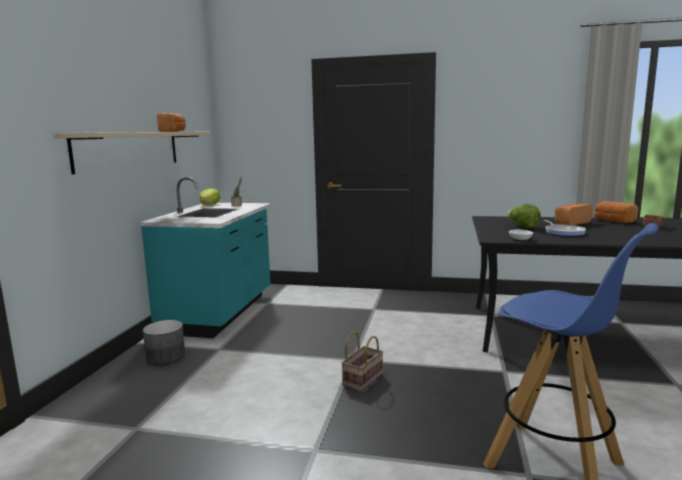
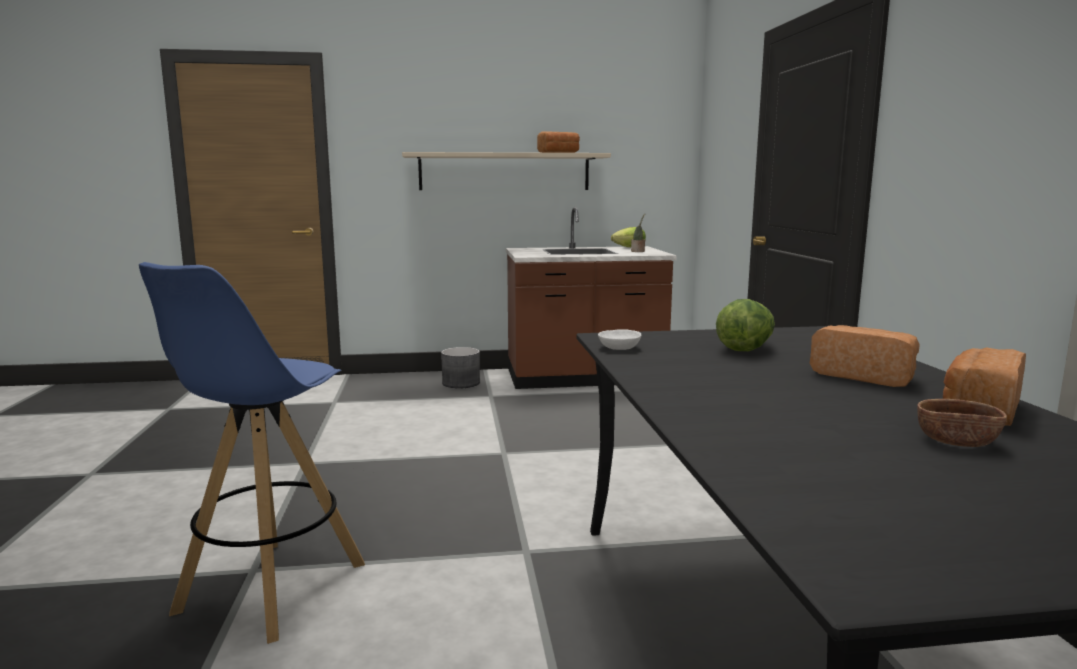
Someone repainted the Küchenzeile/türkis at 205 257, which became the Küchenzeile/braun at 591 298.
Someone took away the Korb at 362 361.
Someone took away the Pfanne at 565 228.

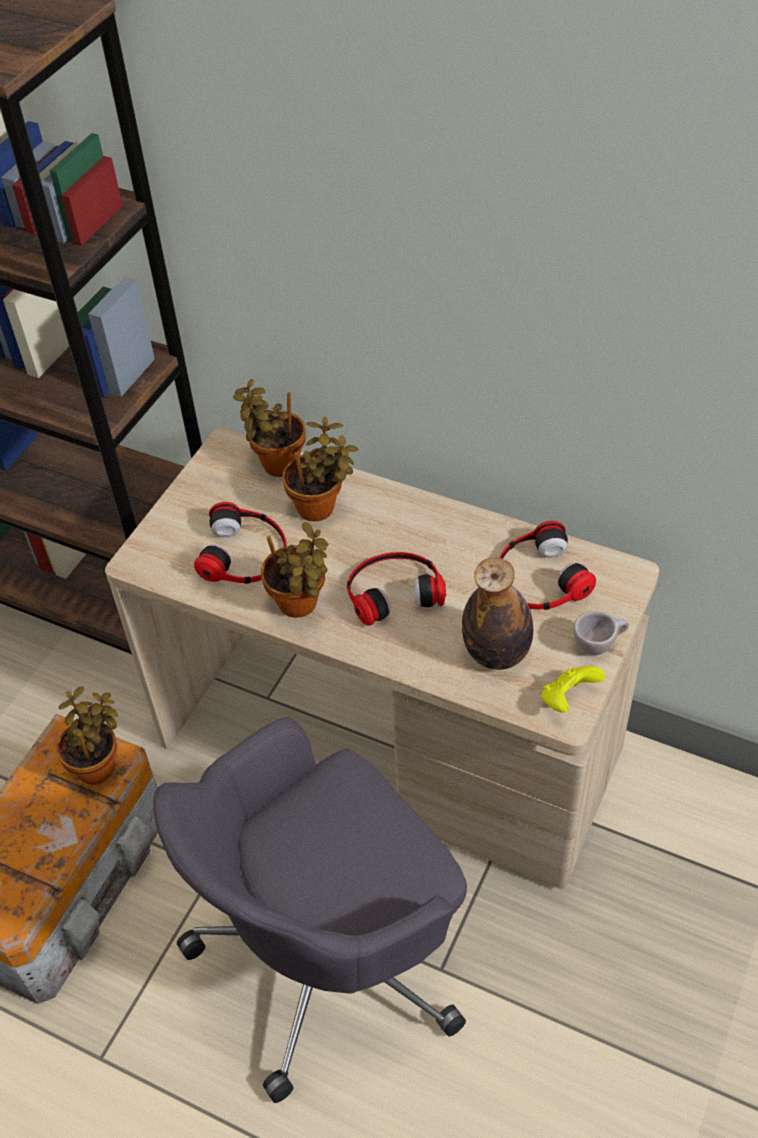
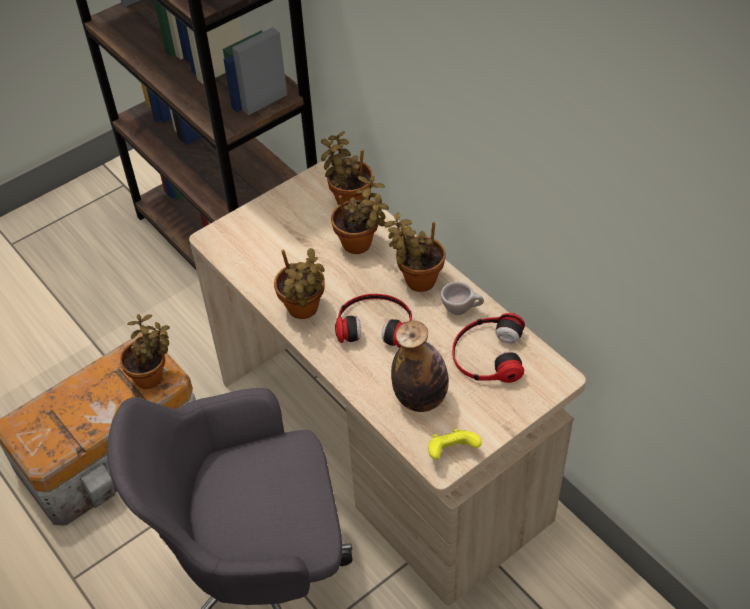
Someone put down the Topfpflanze at 415 252.
Someone carried the Tasse/beige from 601 633 to 462 298.
Someone took away the Kopfhörer at 240 543.

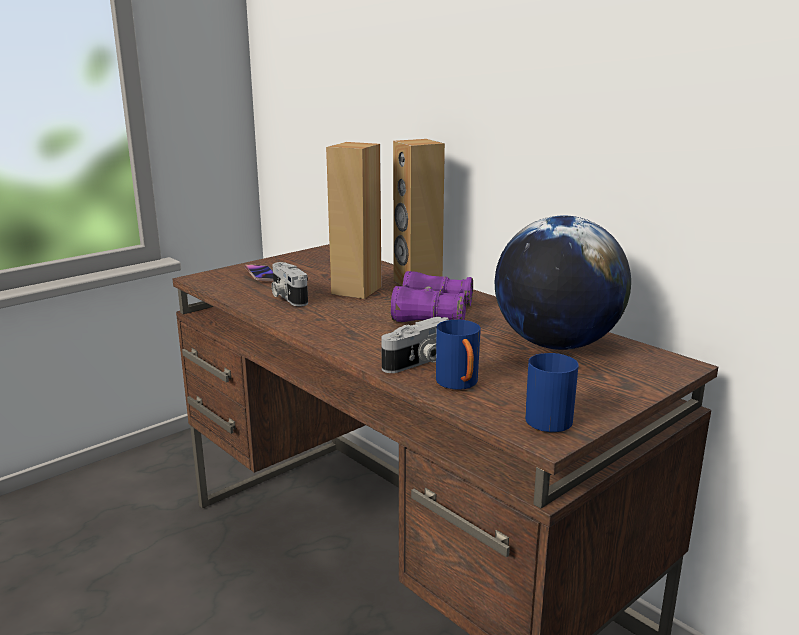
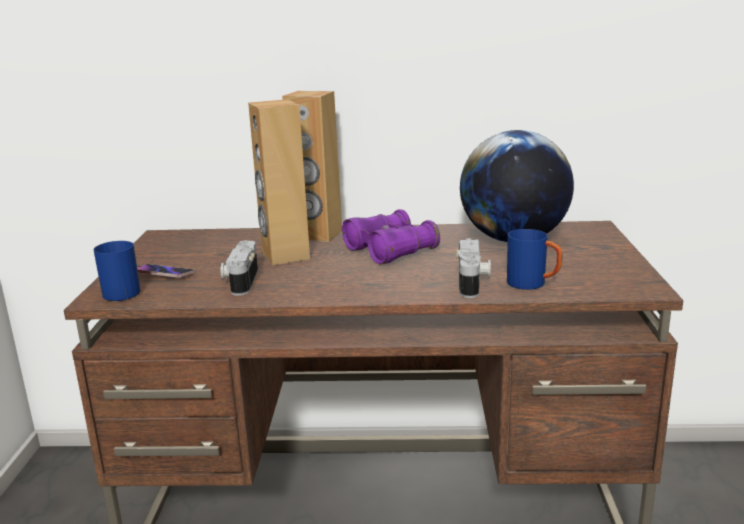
Someone carried the Henkelbecher/blau from 552 392 to 117 271.
Someone rotated the Kamera at 290 284 by 75 degrees clockwise.

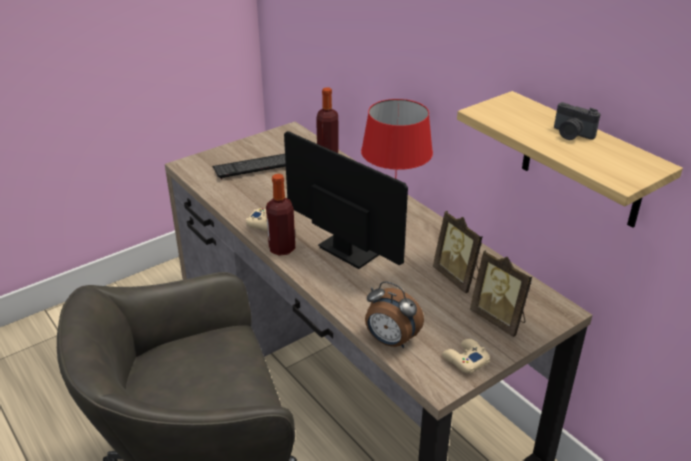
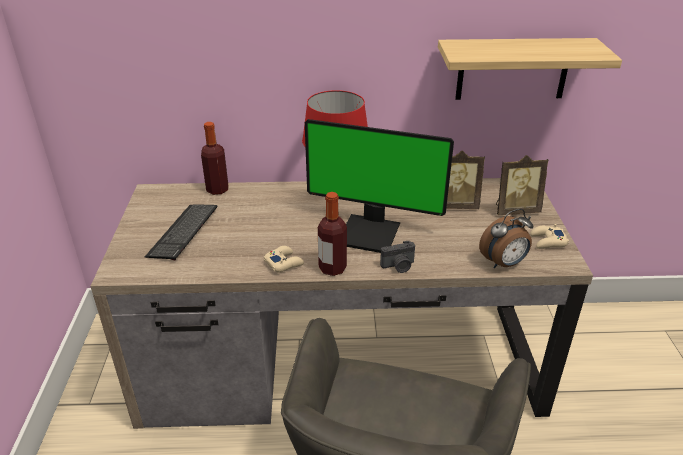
Someone rotated the Monitor at 346 200 by 150 degrees counterclockwise.
Someone carried the Kamera from 577 121 to 397 257.

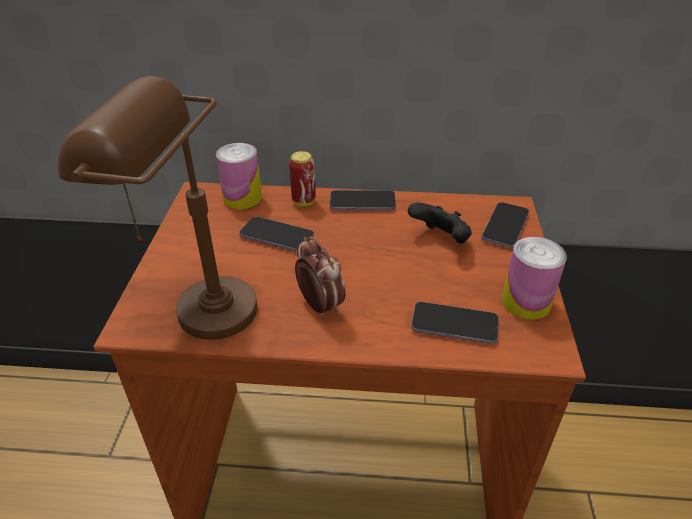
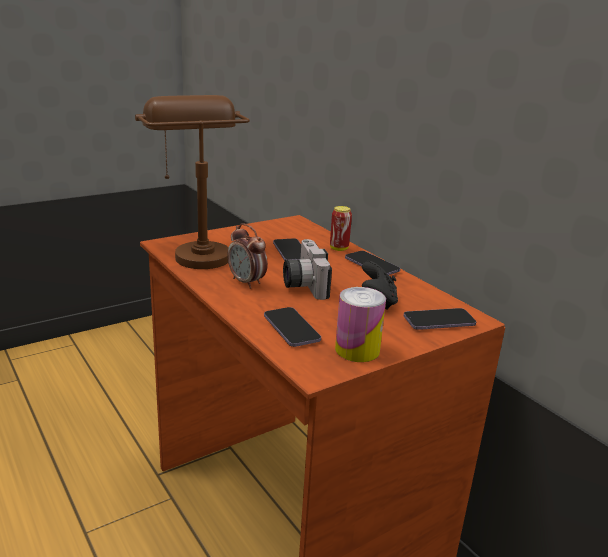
Someone rotated the Wecker at 320 277 by 120 degrees clockwise.
Someone put down the Kamera at 307 269.
Someone took away the Dose at 239 176.

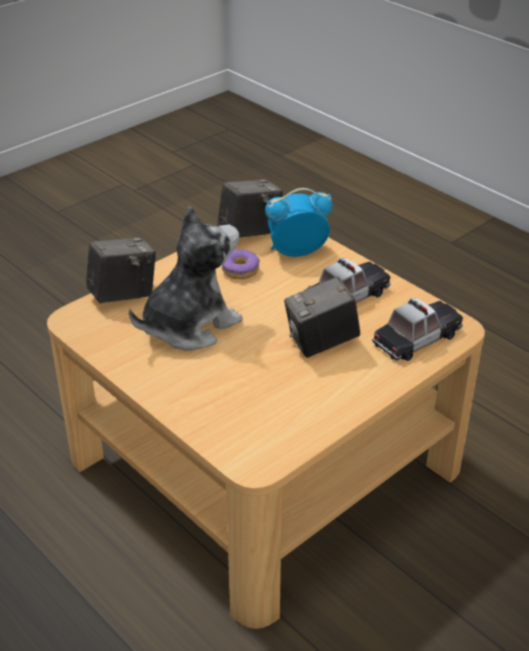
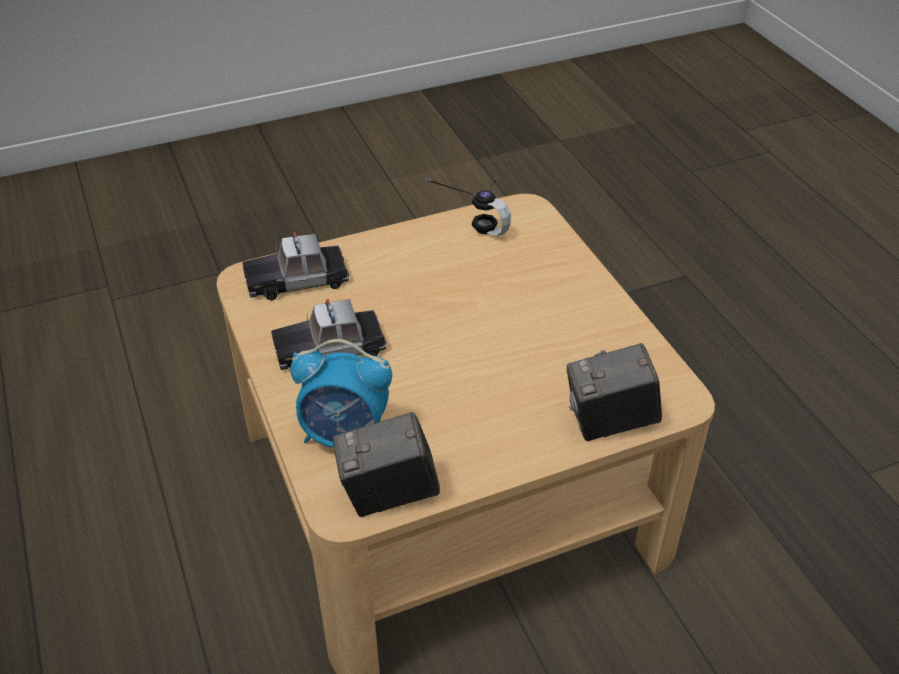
Someone put down the Kopfhörer at 468 207.
Someone took away the Plüschtier at 186 278.
Someone took away the Donut at 241 264.
Someone took away the Kamera at 322 317.

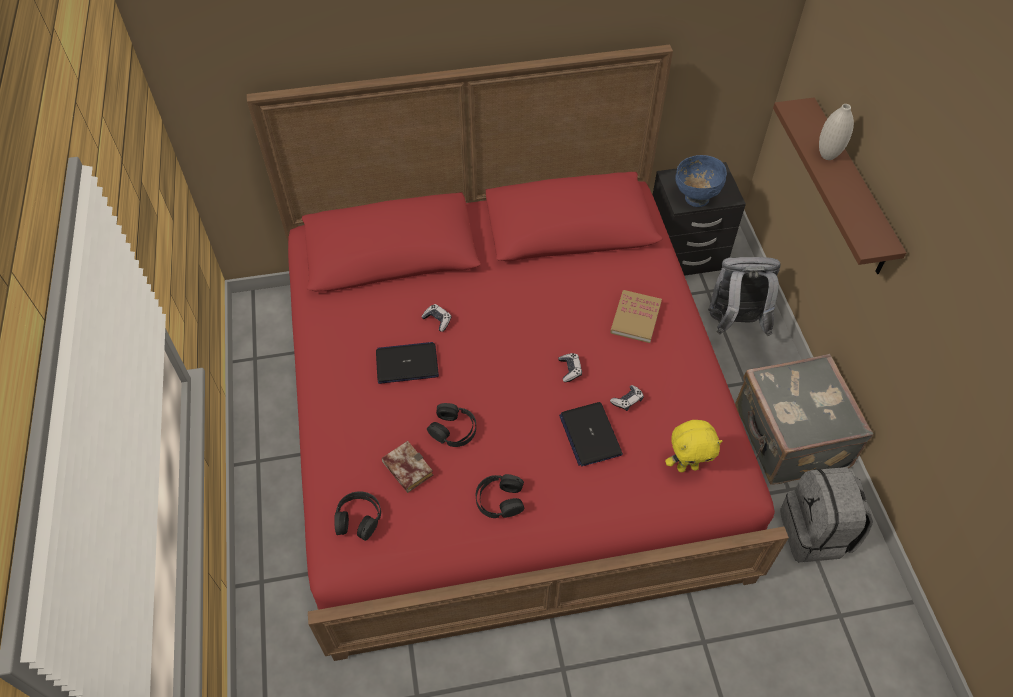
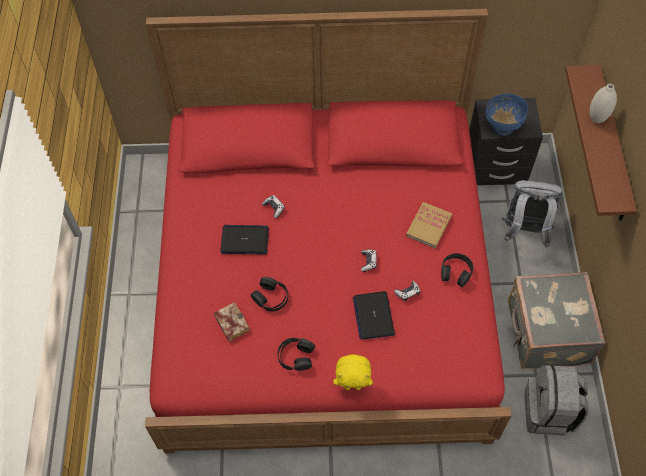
Someone carried the Plüschtier/gelb from 693 446 to 352 372.
Someone carried the Kopfhörer/schwarz from 357 516 to 457 270.

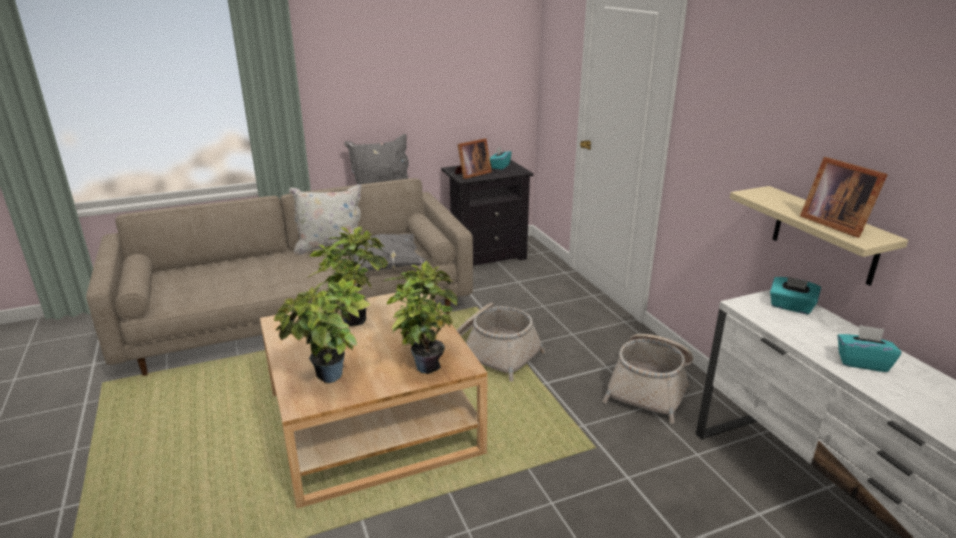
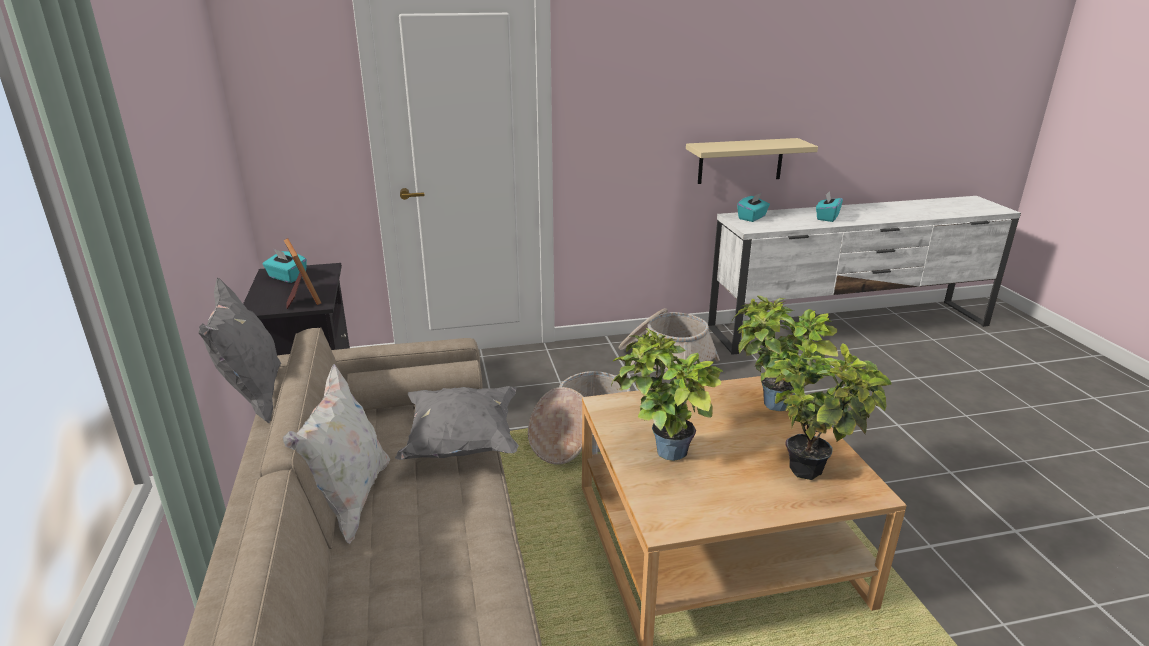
Someone took away the Bilderrahmen at 844 197.

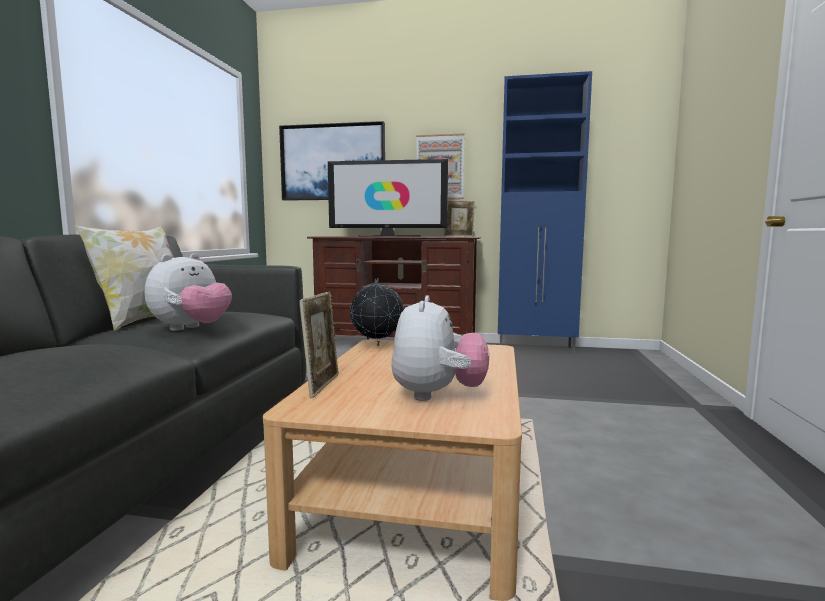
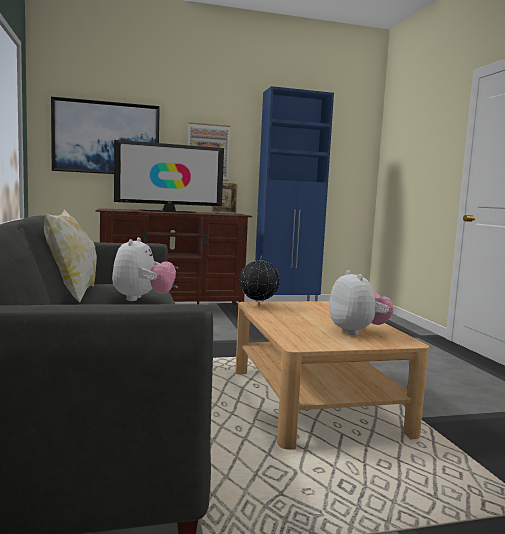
Someone took away the Bilderrahmen at 319 345.

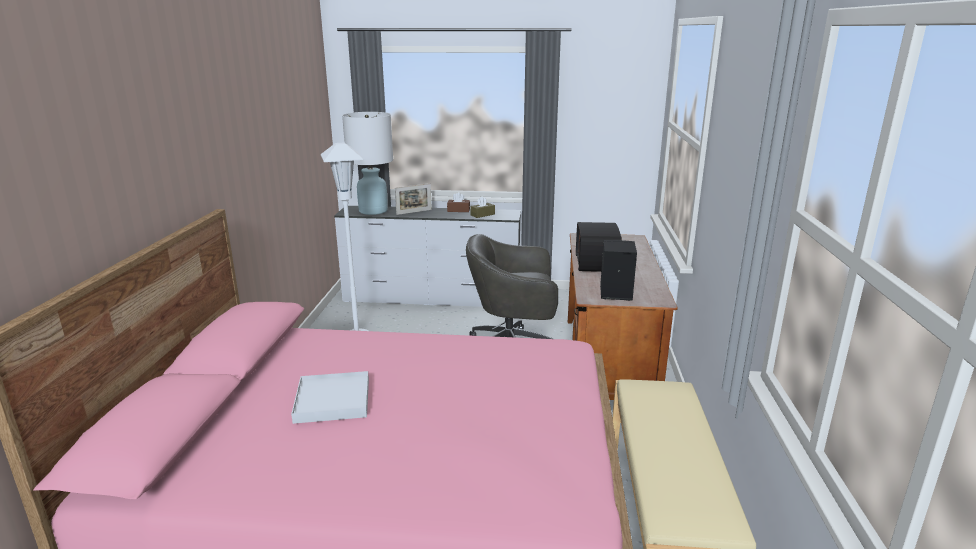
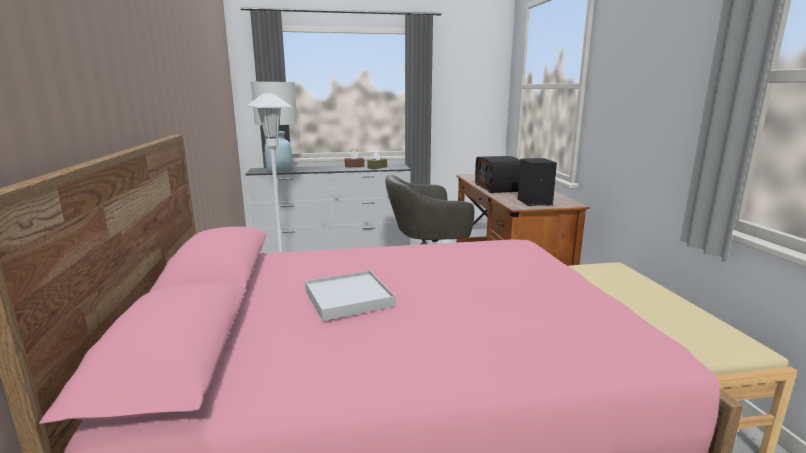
Someone took away the Bilderrahmen at 413 199.

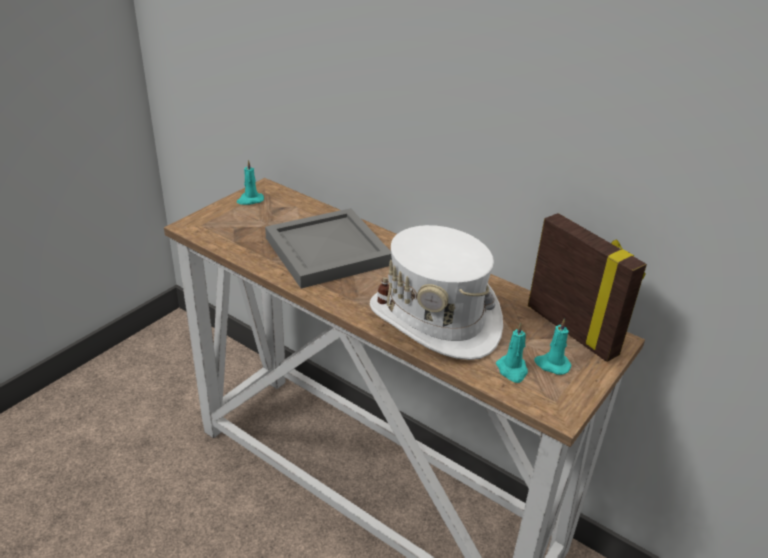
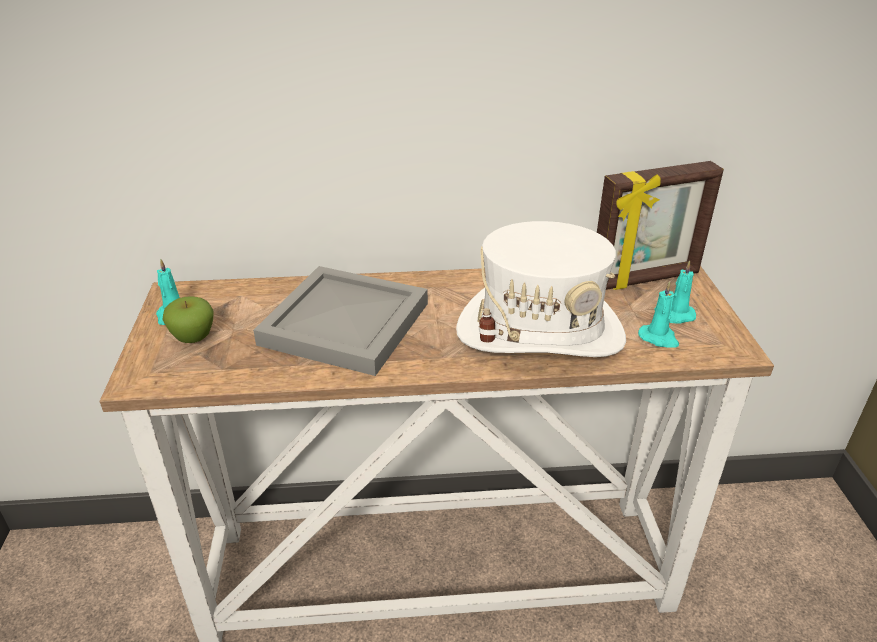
Someone put down the Apfel at 187 319.
Someone rotated the Bilderrahmen at 587 287 by 150 degrees clockwise.

